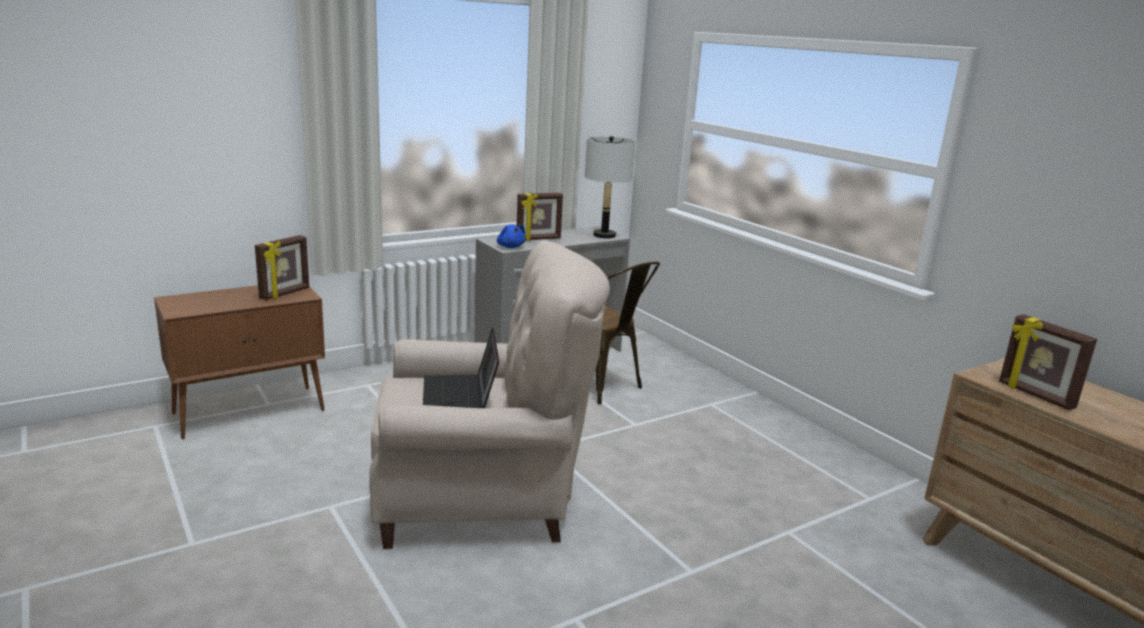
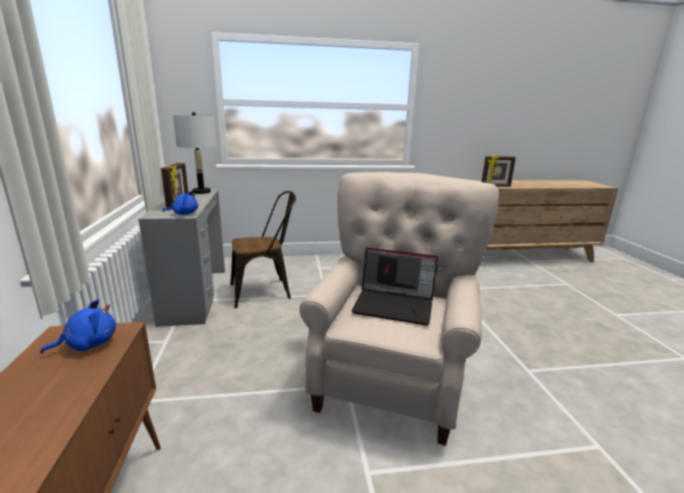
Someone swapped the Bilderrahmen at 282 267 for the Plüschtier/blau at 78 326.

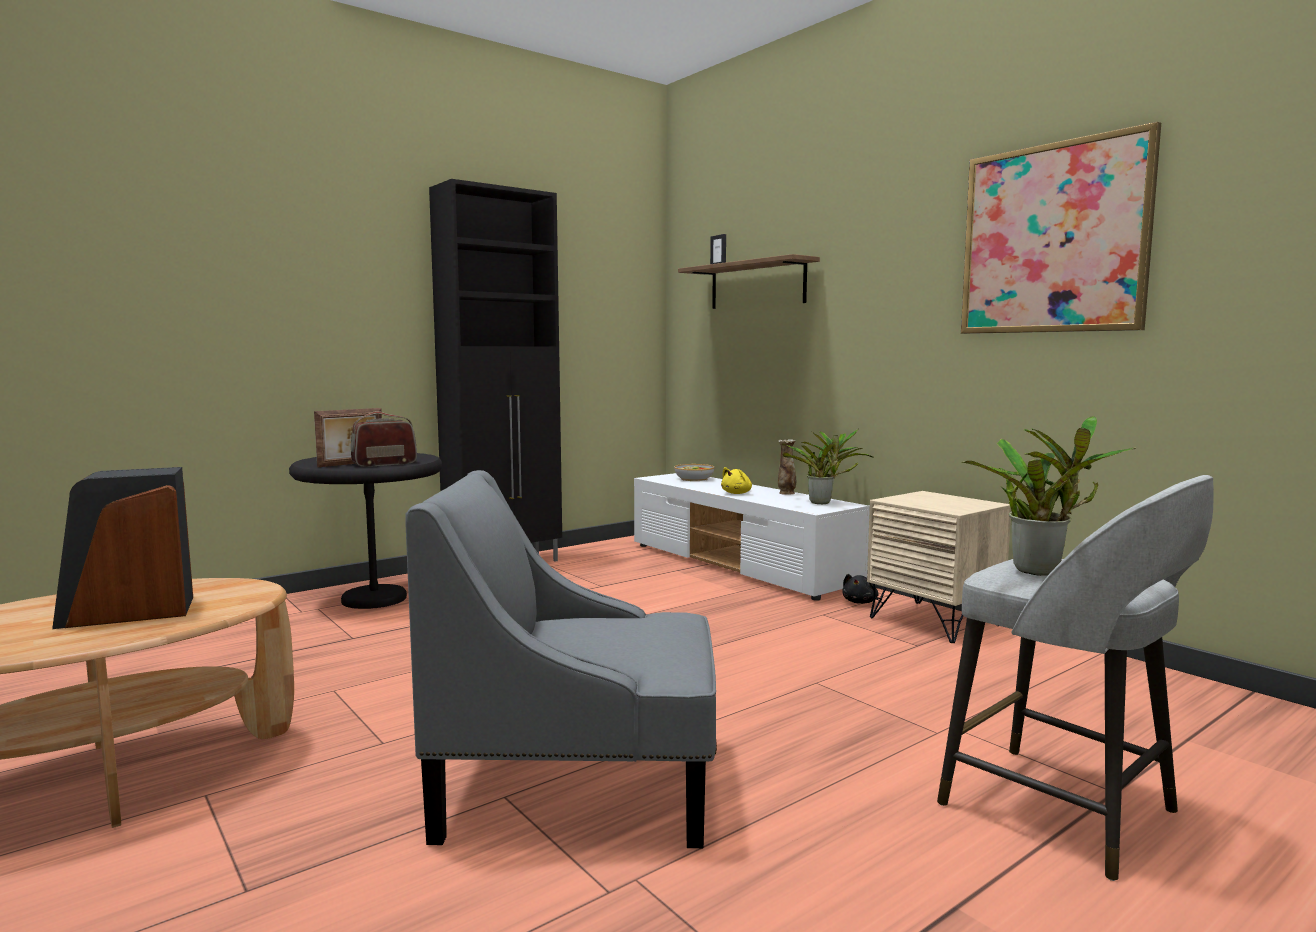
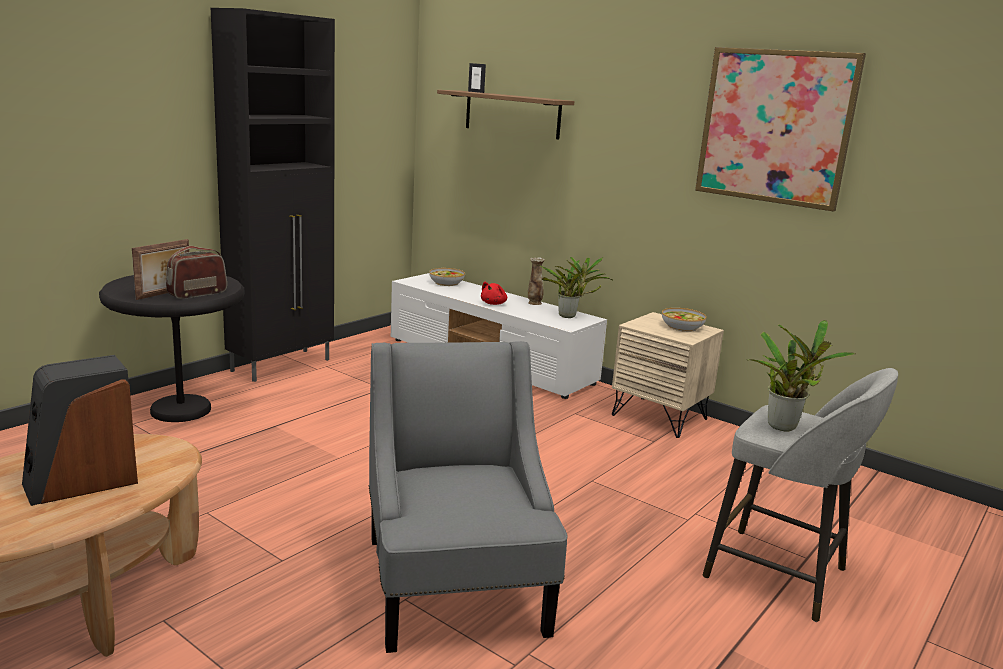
Someone rotated the Sessel/grau at 561 659 by 90 degrees clockwise.
Someone repainted the Plüschtier/gelb at 736 480, which became the Plüschtier/rot at 494 293.
Someone put down the Schüssel at 684 320.
Someone took away the Plüschtier/schwarz at 860 589.

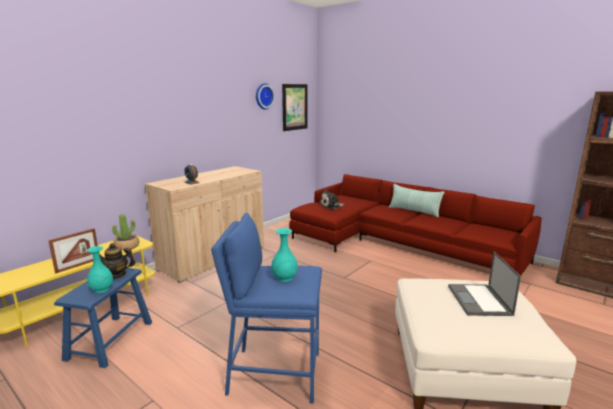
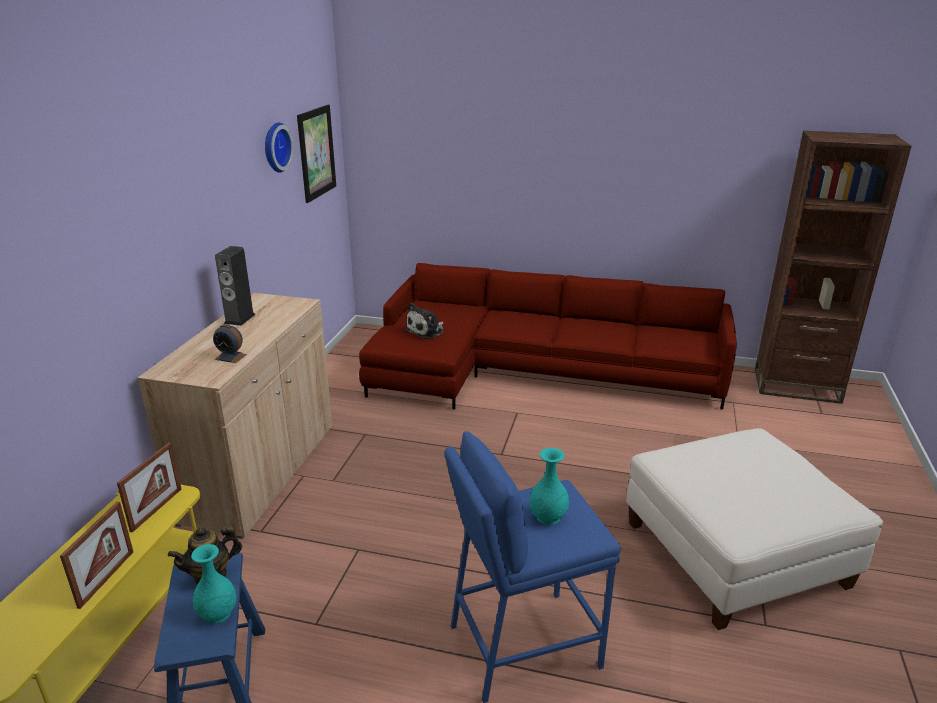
Someone swapped the Topfpflanze at 125 232 for the Bilderrahmen at 149 487.
Someone put down the Lautsprecher at 235 286.
Someone took away the Kissen at 417 201.
Someone took away the Laptop at 484 283.

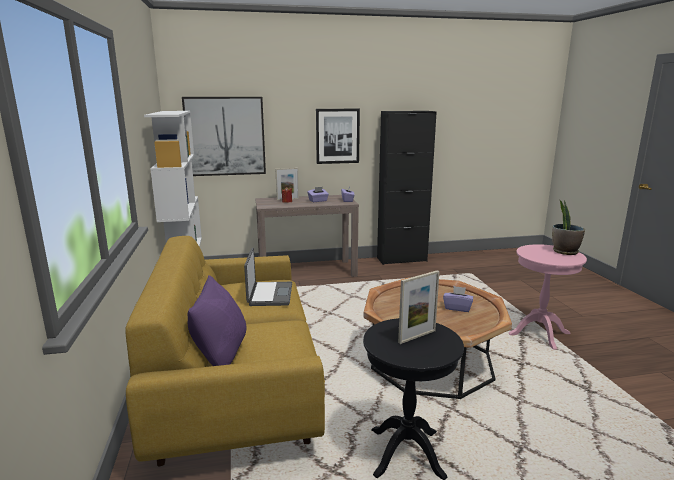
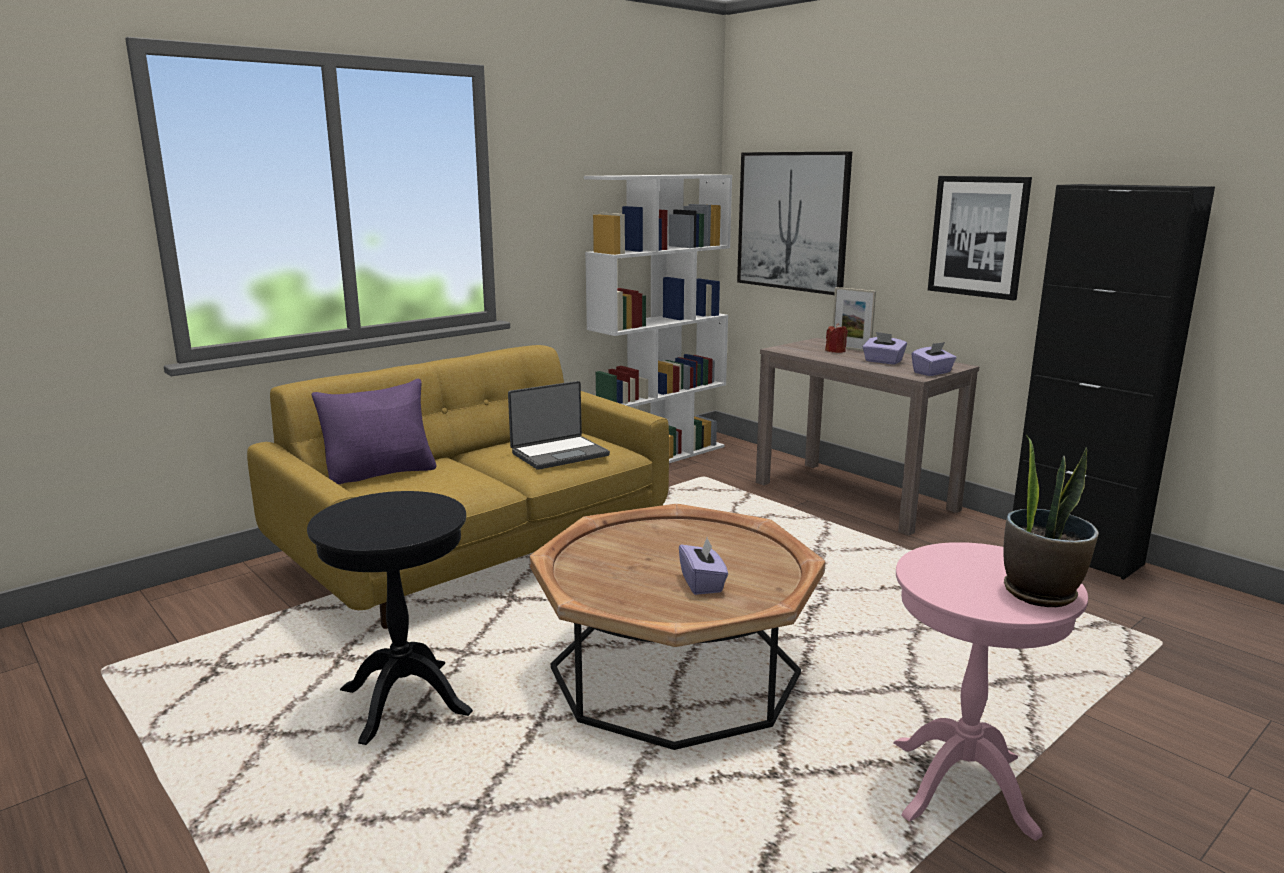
Someone took away the Bilderrahmen at 419 307.

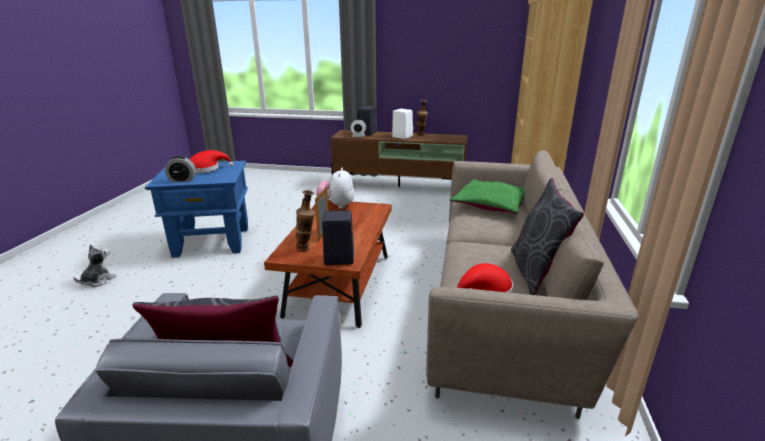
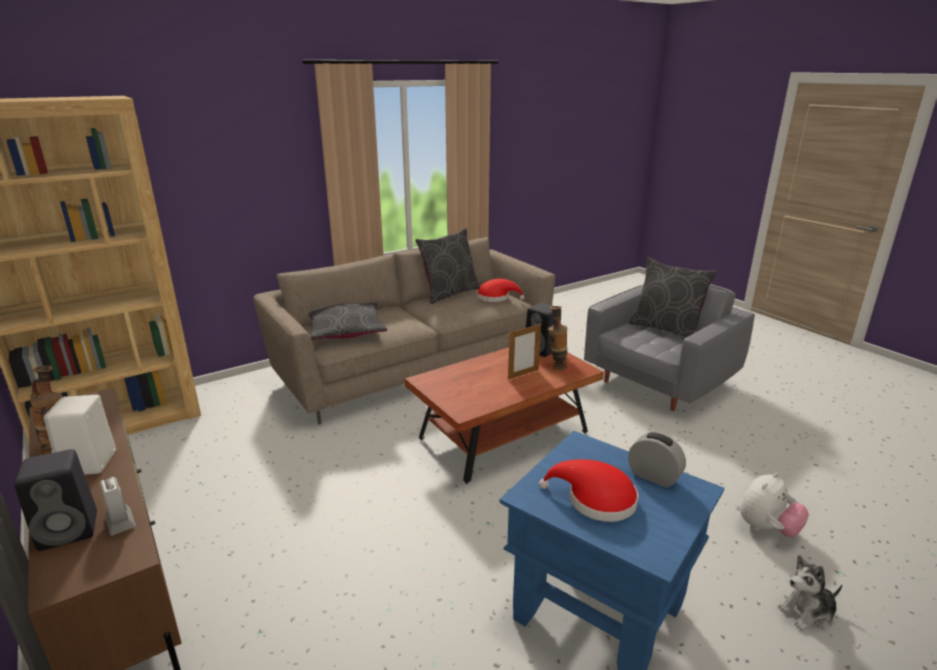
Someone repainted the Kissen/grün at 487 196, which became the Kissen/grau at 348 321.
Someone carried the Plüschtier from 335 188 to 774 504.

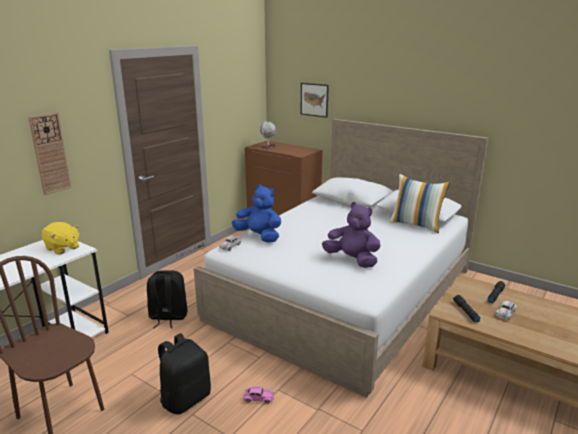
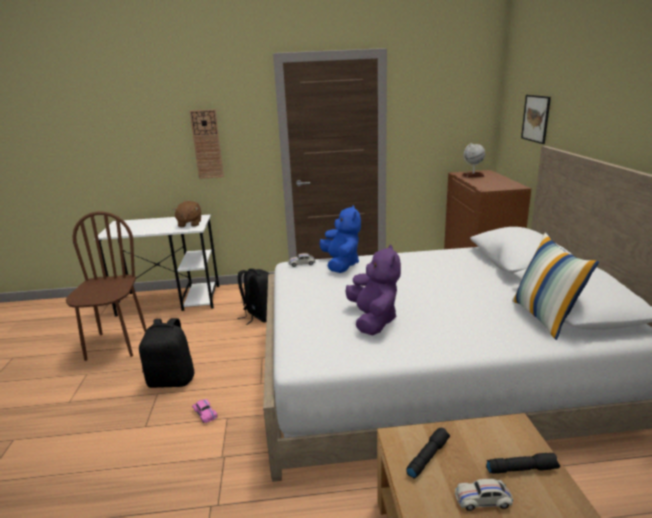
Someone repainted the Plüschtier/gelb at 61 238, which became the Plüschtier/braun at 186 214.

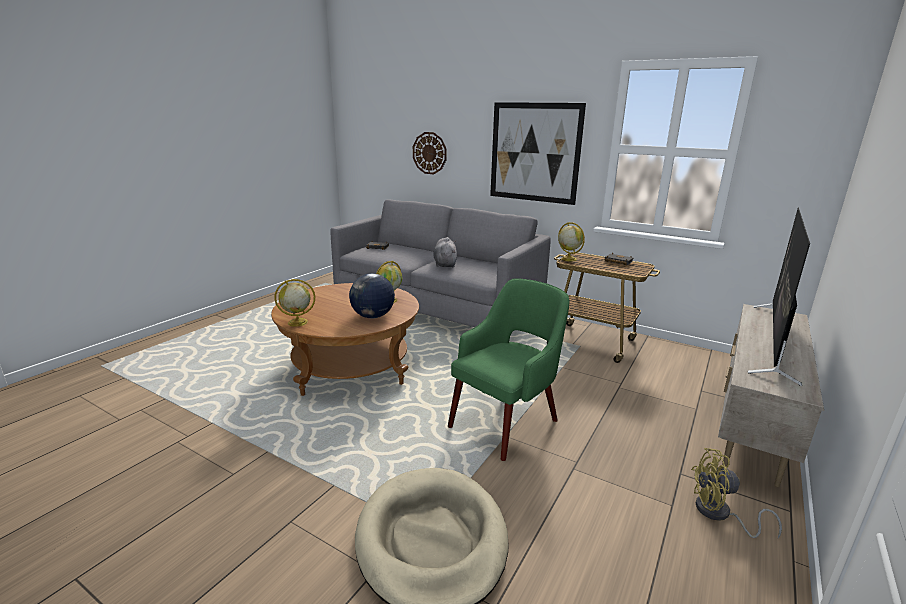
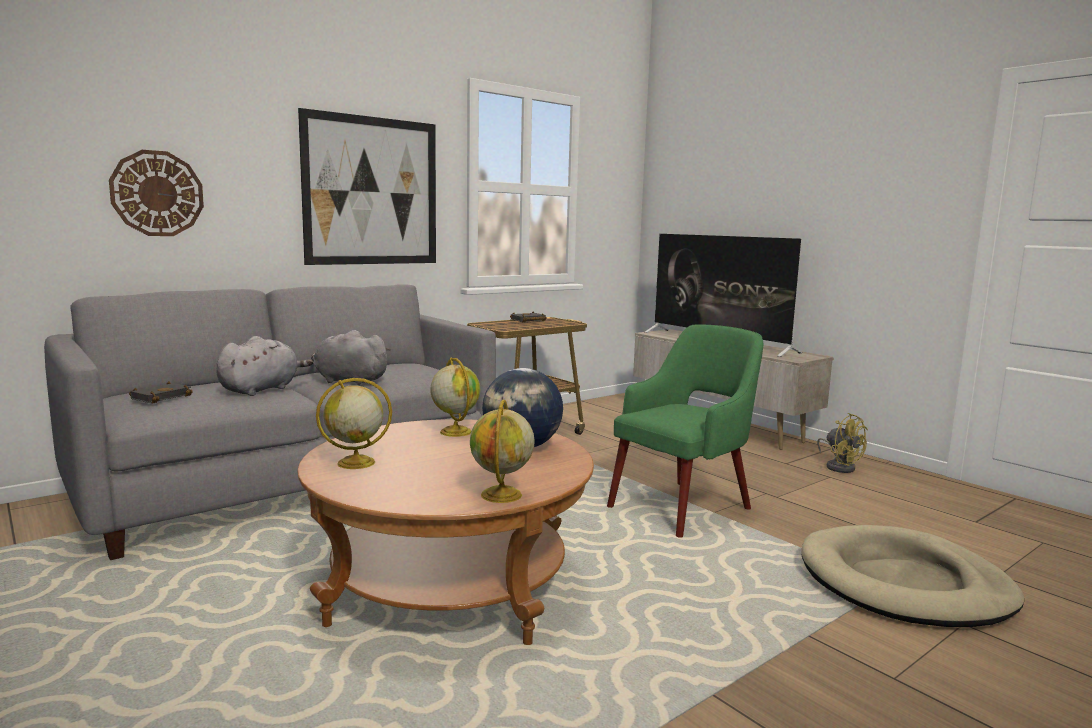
Someone put down the Plüschtier/grau at 264 366.
Someone carried the Globus from 571 241 to 354 423.
Someone rotated the Sessel/grün at 509 369 by 75 degrees clockwise.
Someone rotated the Ventilator/gelb at 736 493 by 60 degrees counterclockwise.

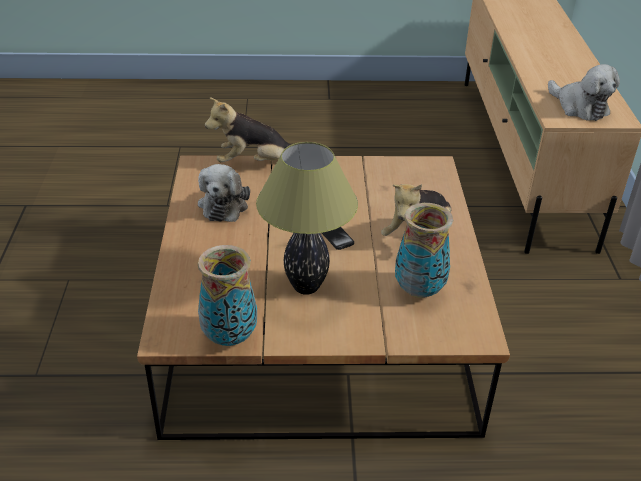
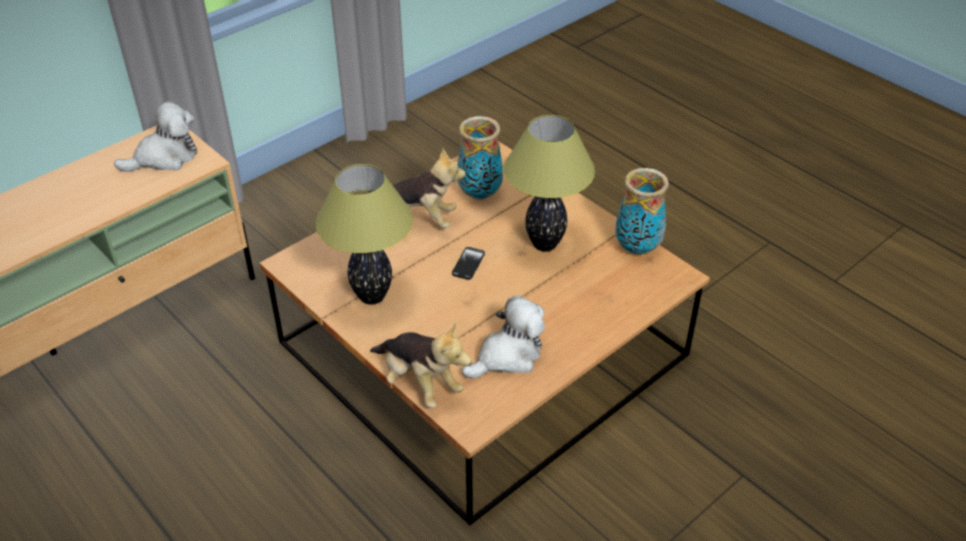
Someone rotated the Plüschtier at 584 92 by 45 degrees clockwise.
Someone put down the Tischlampe at 364 234.

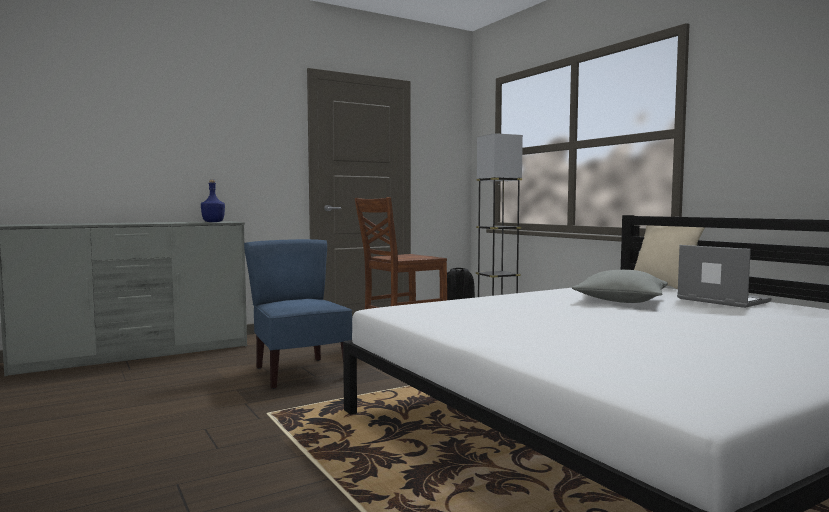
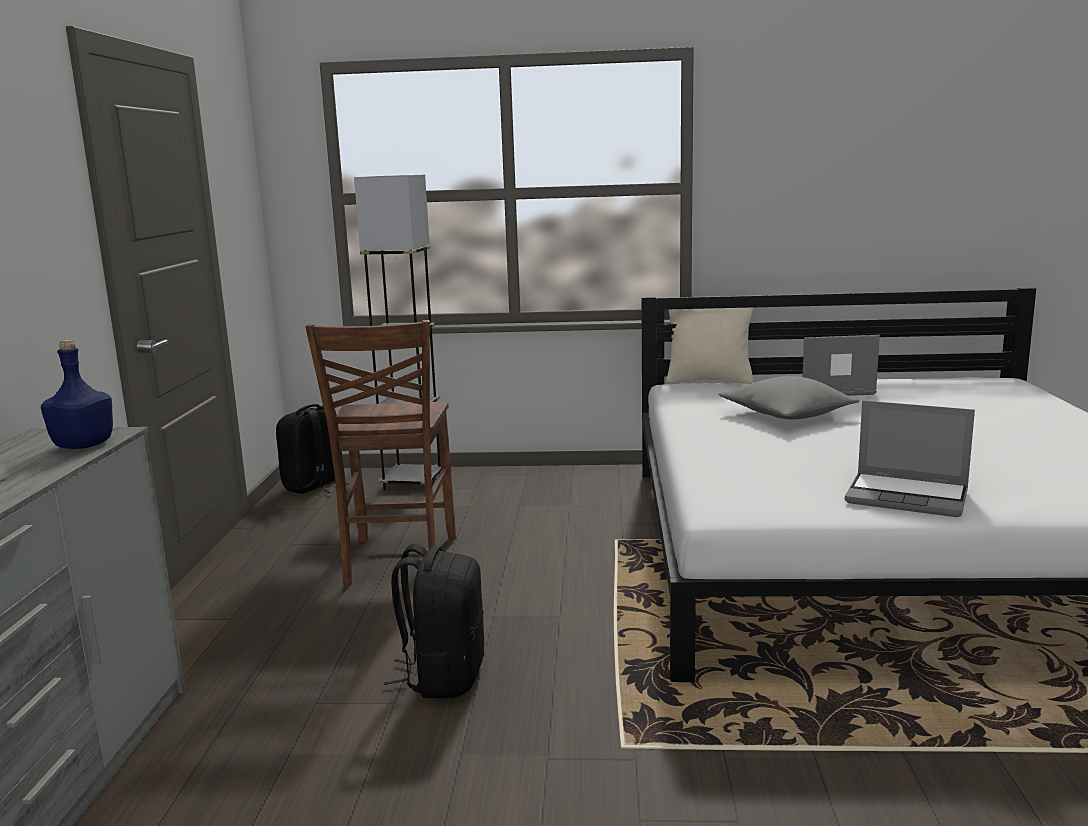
Someone swapped the Stuhl/blau at 298 314 for the Rucksack/schwarz at 434 621.
Someone put down the Laptop at 910 458.

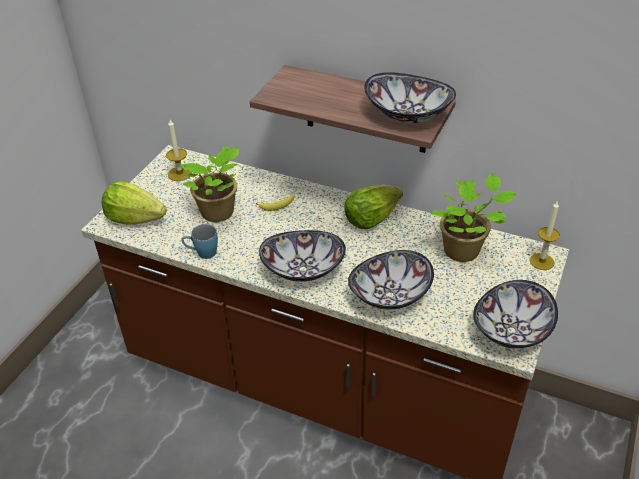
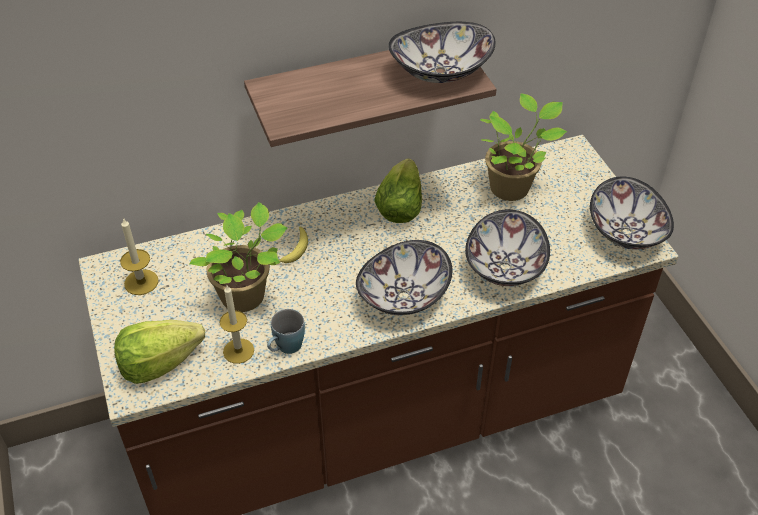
Someone carried the Kerze from 545 236 to 237 324.

